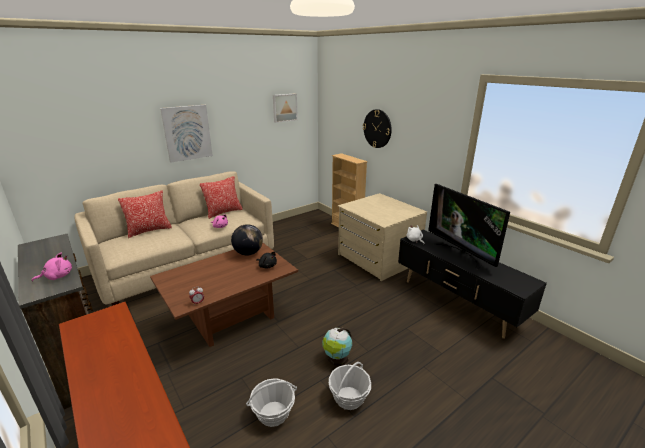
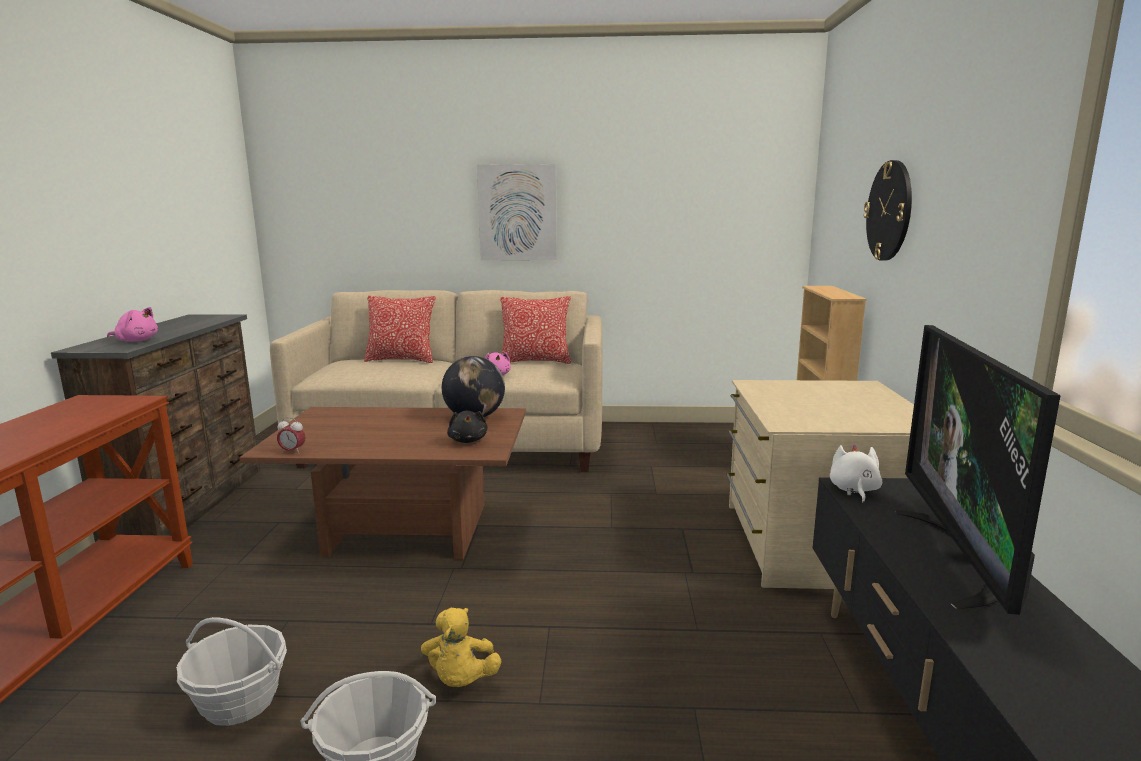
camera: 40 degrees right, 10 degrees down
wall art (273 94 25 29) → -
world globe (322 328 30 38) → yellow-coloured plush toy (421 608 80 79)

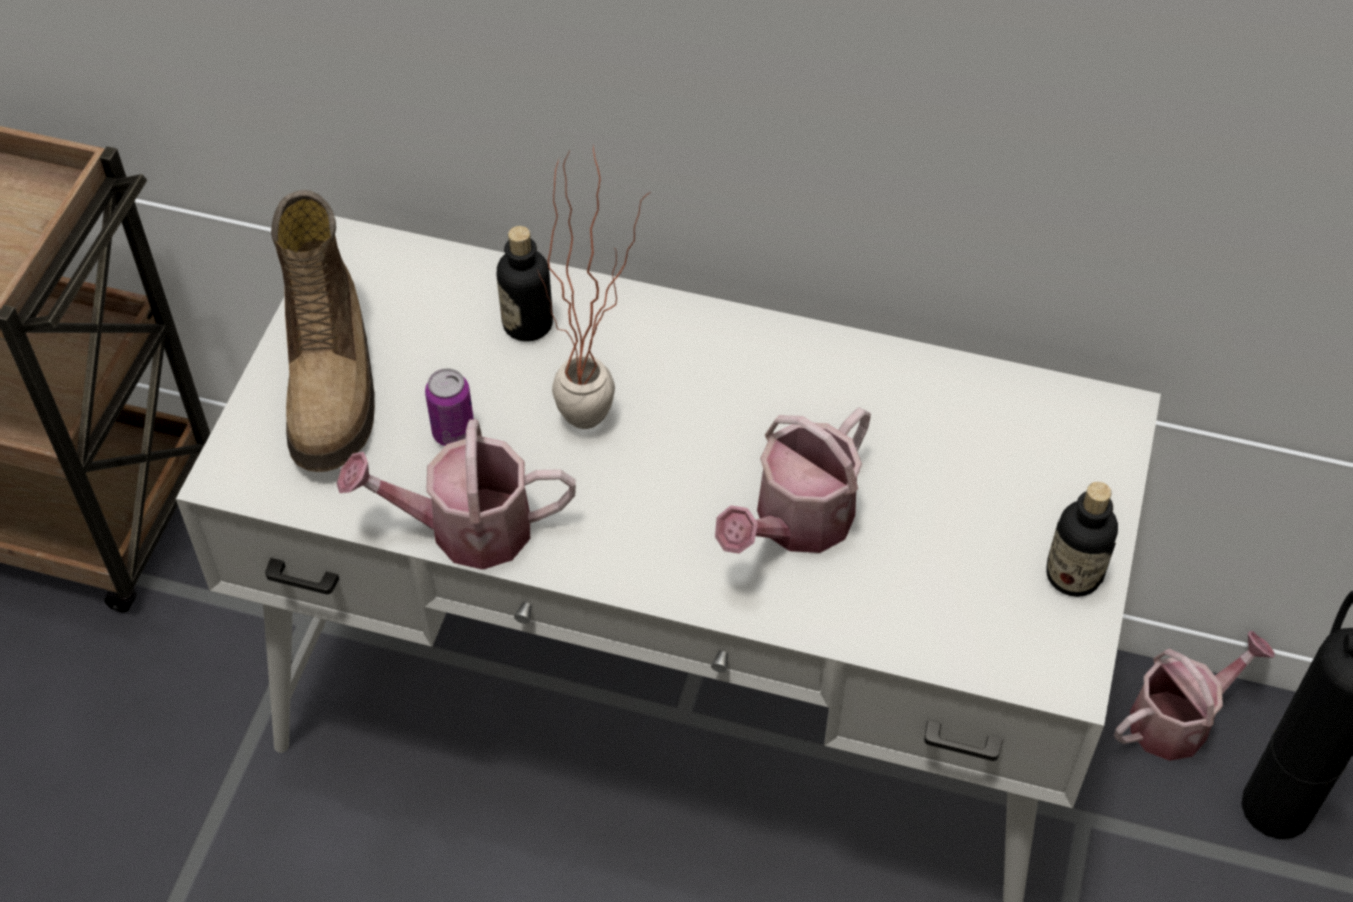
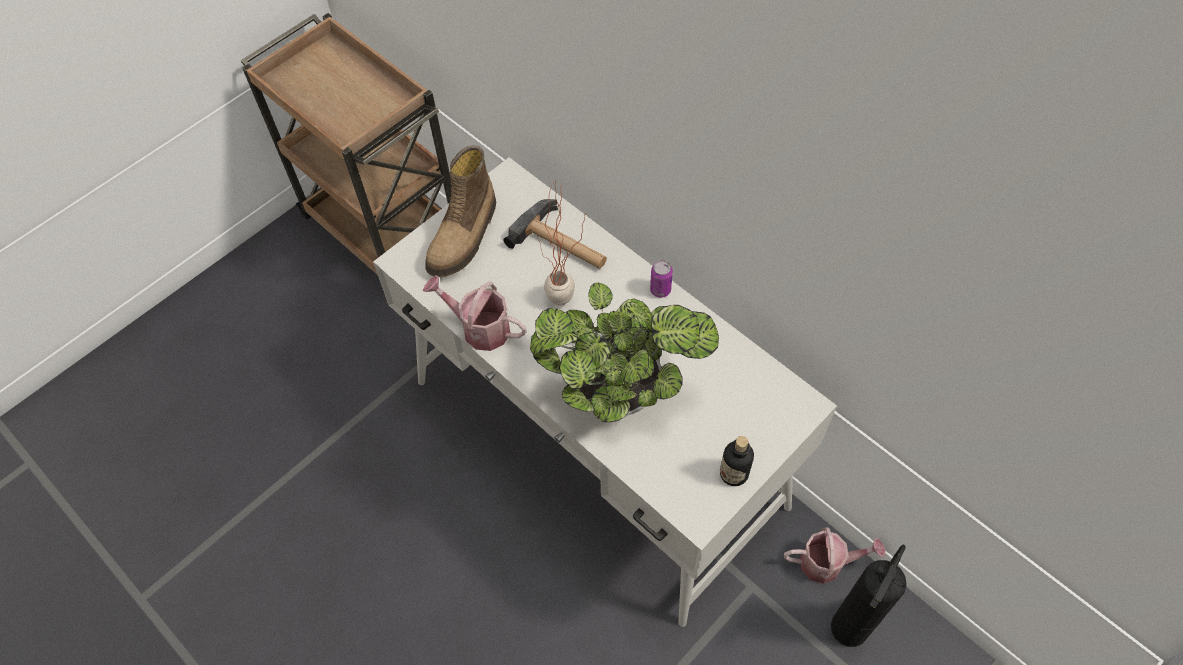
camera: 30 degrees right, 5 degrees up
metal can (425 369 49 77) → metal can (650 260 23 38), relocated
bottle (497 226 56 116) → hand hammer (503 199 104 70)
sprinkling can (715 408 156 146) → potted plant (530 283 189 139)

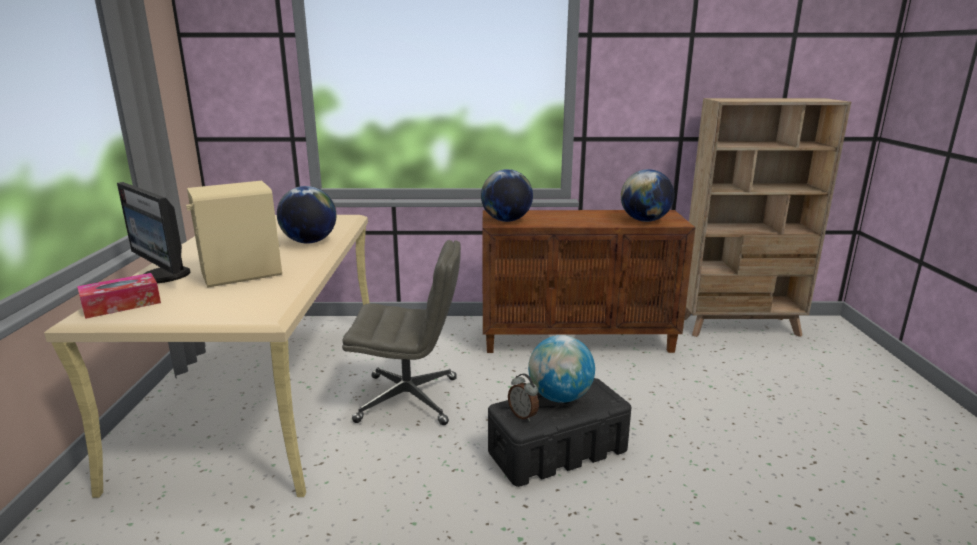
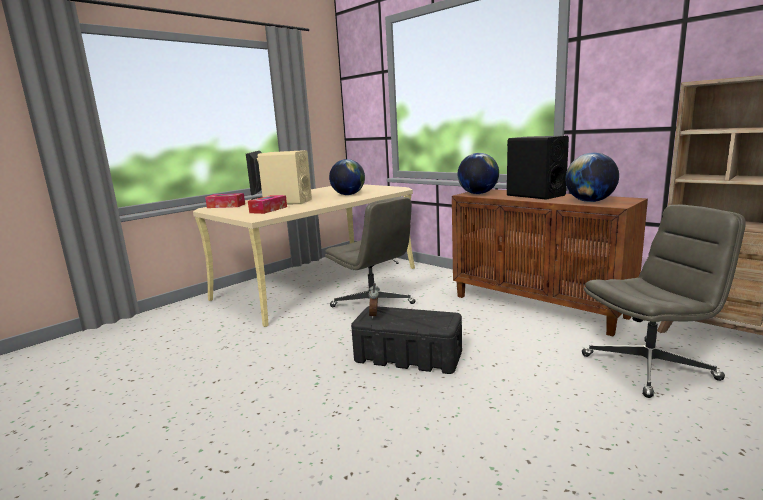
camera: 45 degrees right, 5 degrees down
world globe (528 335 67 68) → -
- → tissue box (248 195 39 19)
- → black-coloured loudspeaker (507 136 62 64)
- → gray office chair (582 204 164 194)

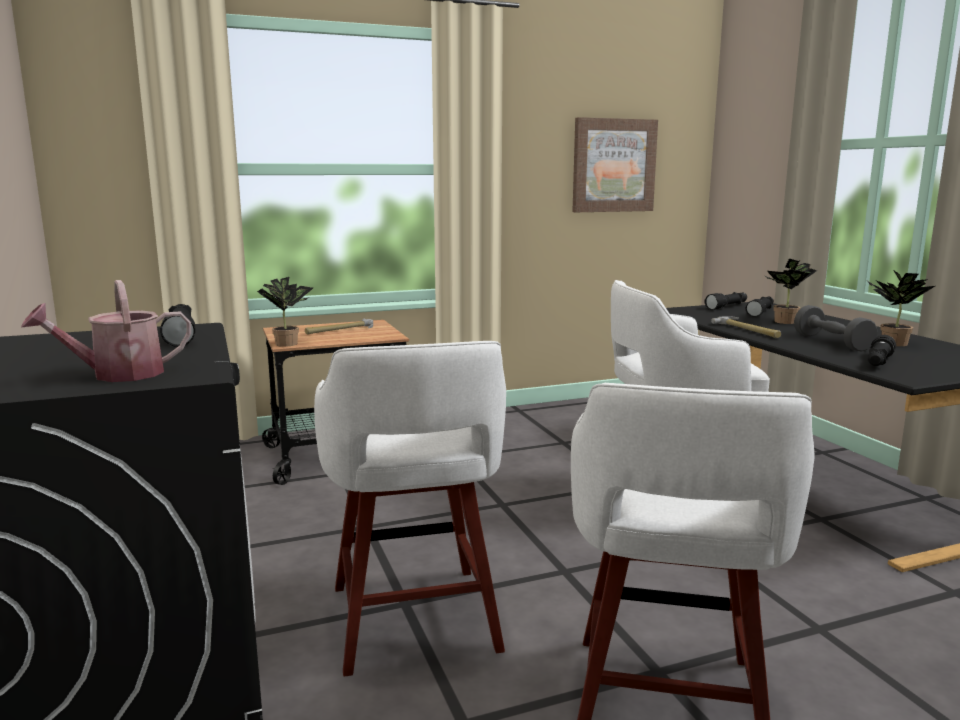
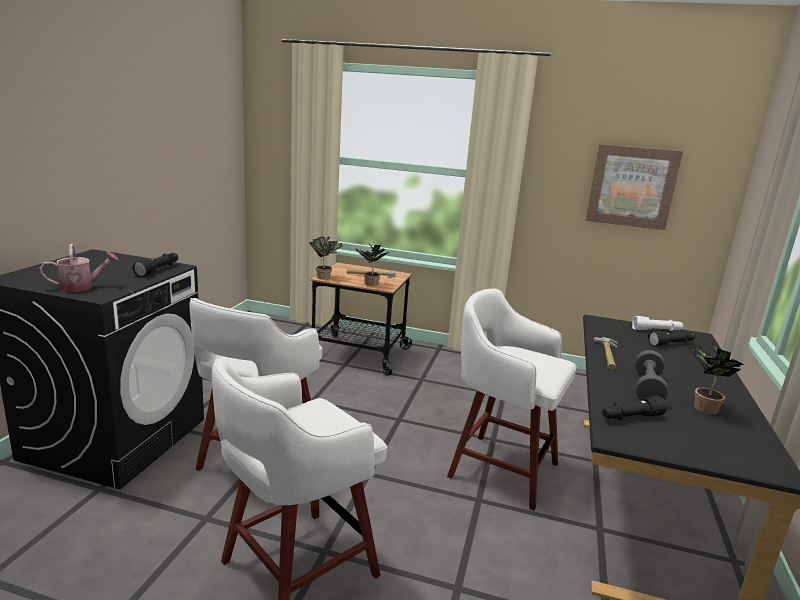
camera: 35 degrees right, 5 degrees up
potted plant (765 258 52 66) → potted plant (355 244 34 42), relocated
black-coloured flashlight (704 292 43 18) → white flashlight (632 316 51 15)
sprinkling can (21 280 170 102) → sprinkling can (39 244 79 48), 150 degrees clockwise

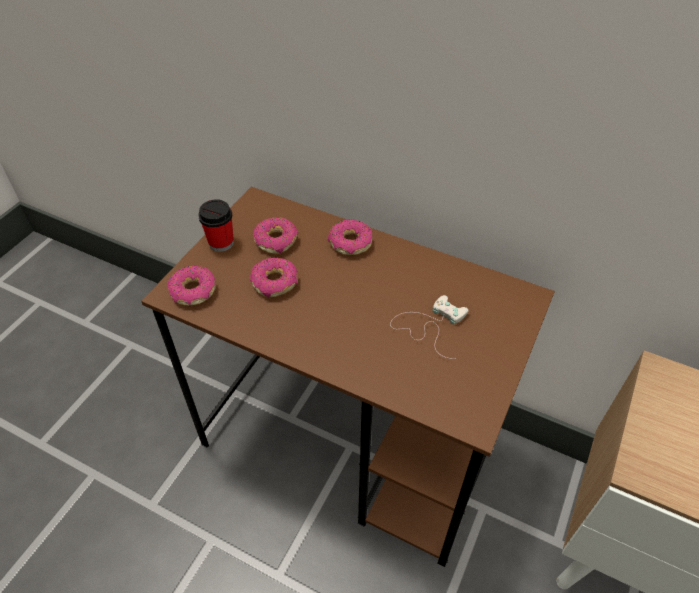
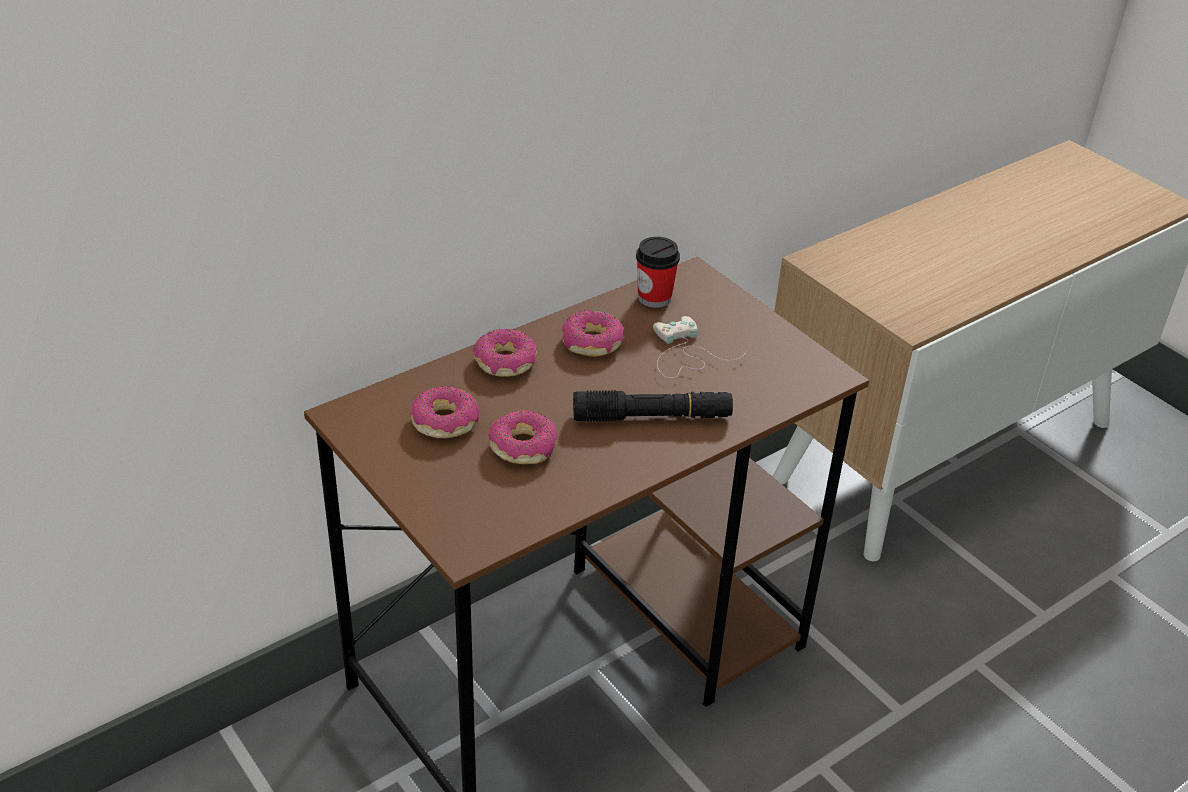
camera: 65 degrees left, 10 degrees down
- → black-coloured flashlight (573 390 160 32)
doughnut (167 266 49 40) → doughnut (562 310 62 47), relocated
small cup (198 199 36 53) → small cup (636 237 44 71), relocated

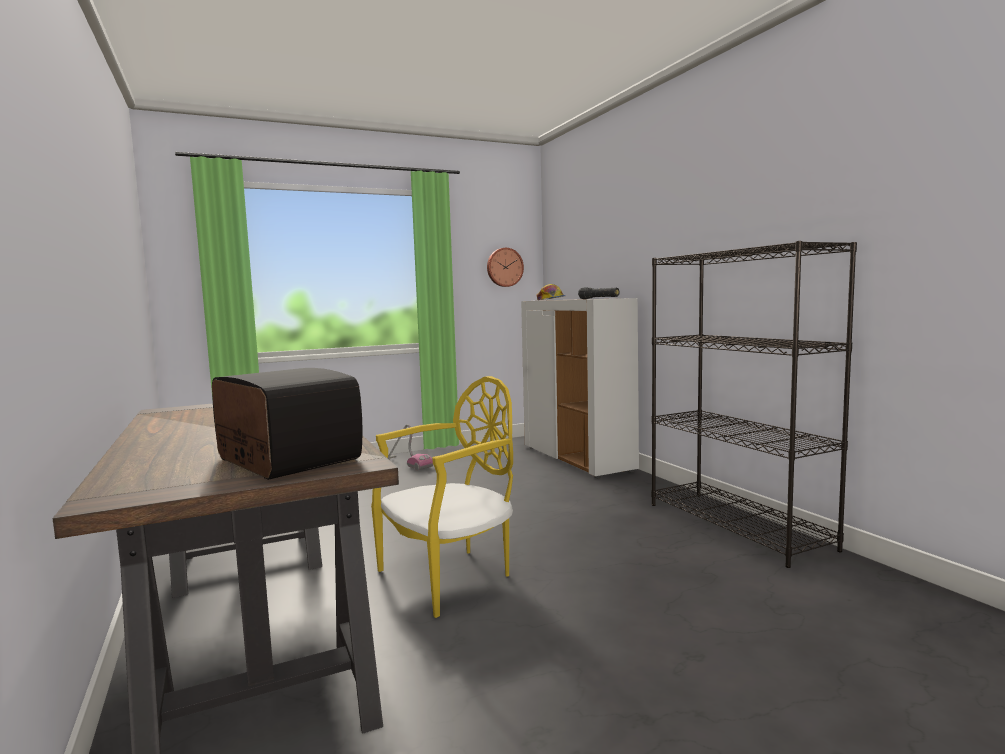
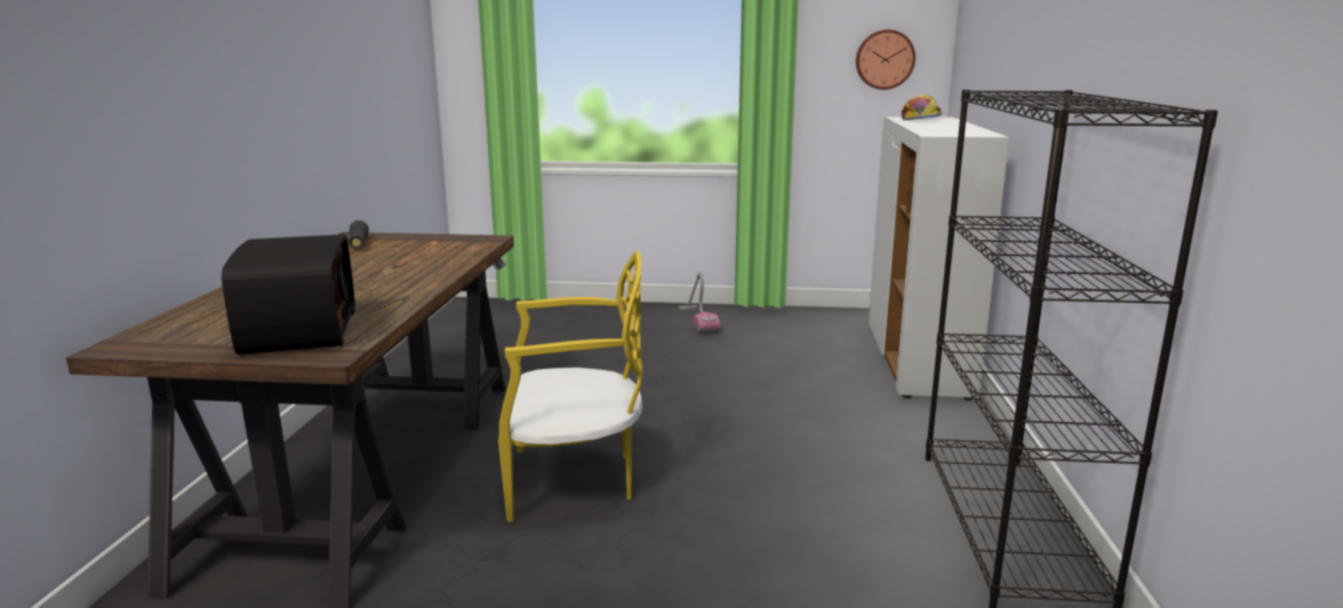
camera: 30 degrees right, 10 degrees up
black-coloured flashlight (578 287 42 12) → black-coloured flashlight (349 220 20 30), relocated

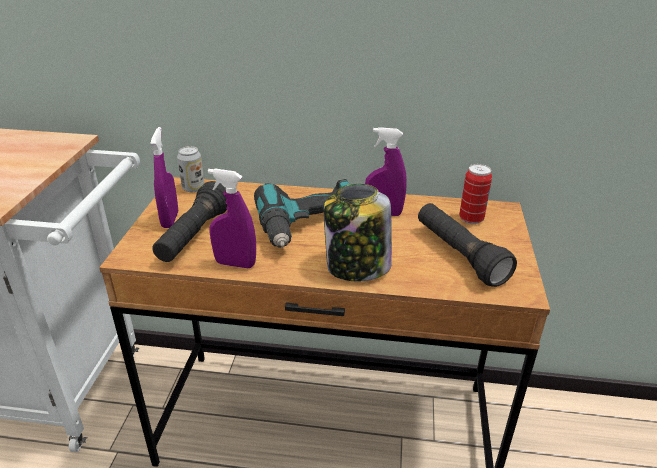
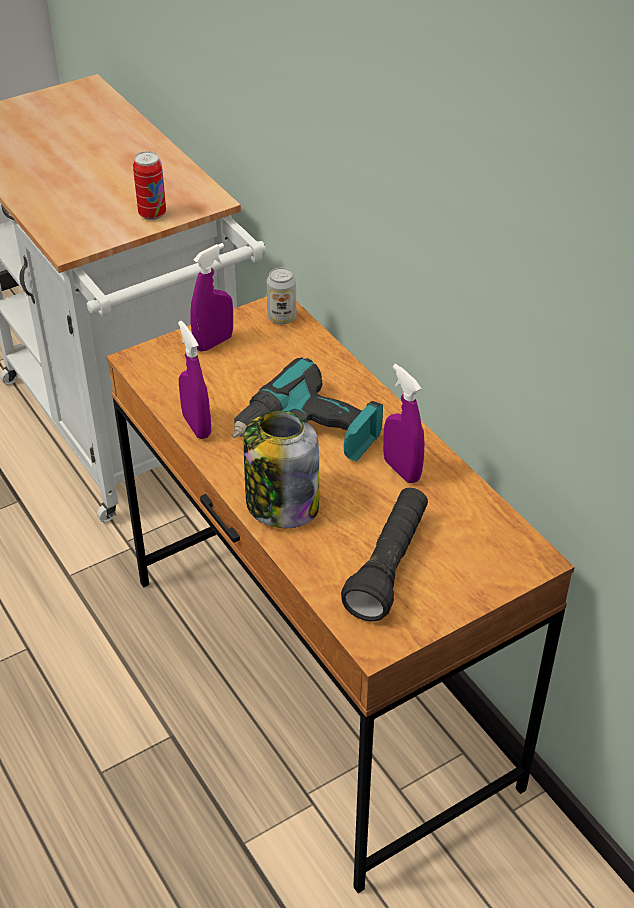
camera: 50 degrees right, 10 degrees up
black-coloured flashlight (152 181 75 81) → -
metal can (459 164 33 60) → metal can (133 151 33 69), relocated

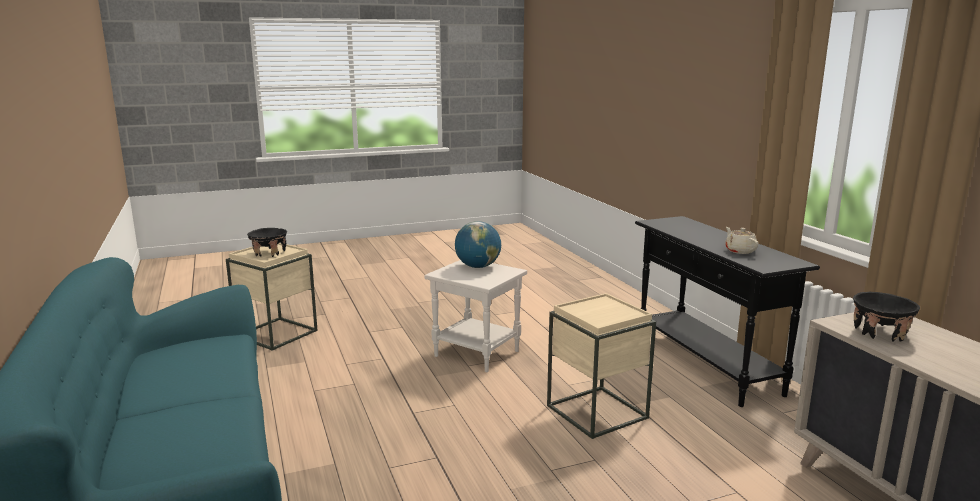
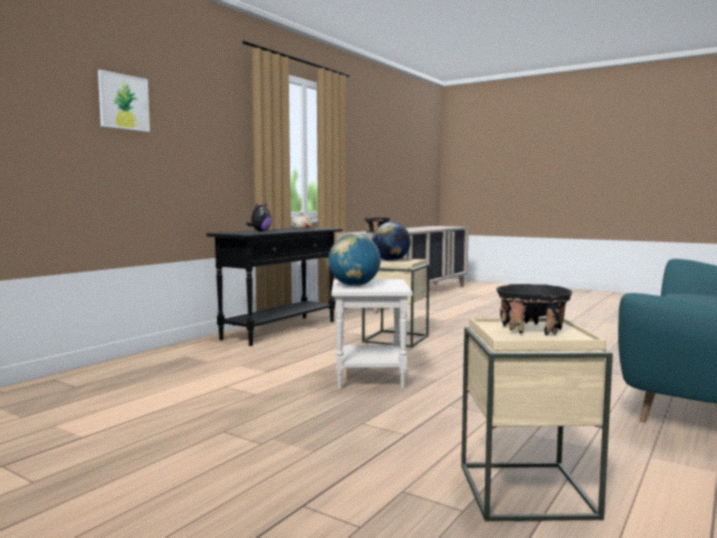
camera: 125 degrees left, 10 degrees down
- → wall art (98 70 52 62)
- → plush toy (246 203 26 29)
- → world globe (372 222 39 39)

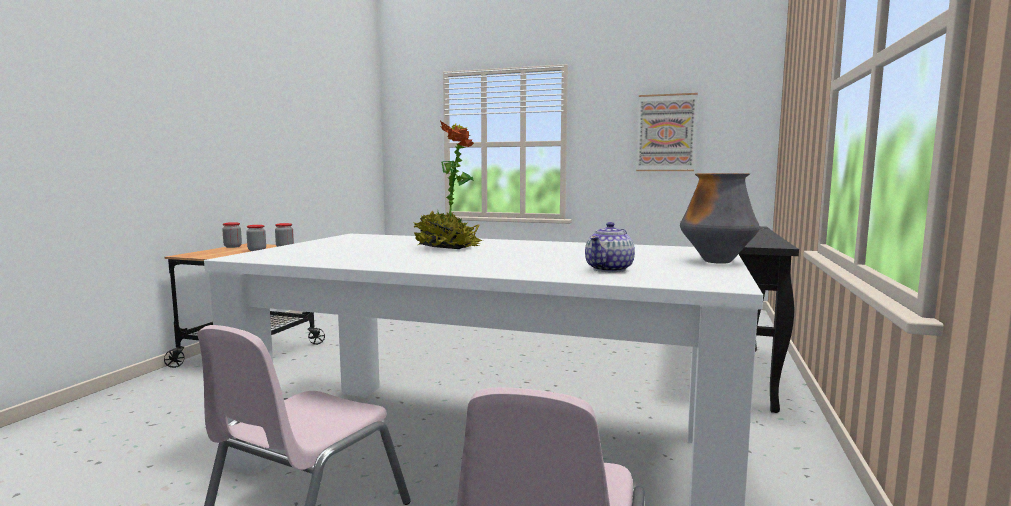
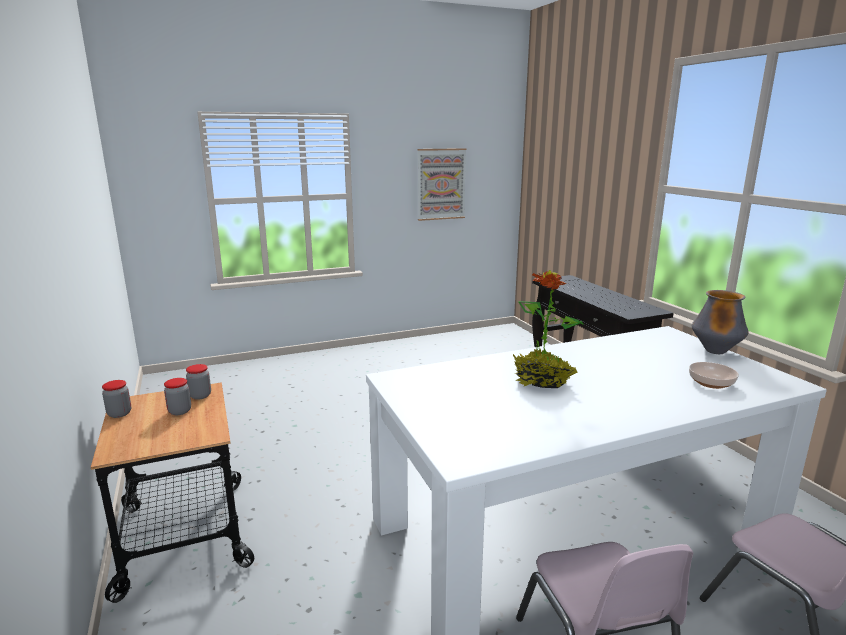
camera: 40 degrees left, 10 degrees up
tea pot (585 222 50 50) → deep dish (689 362 50 27)

